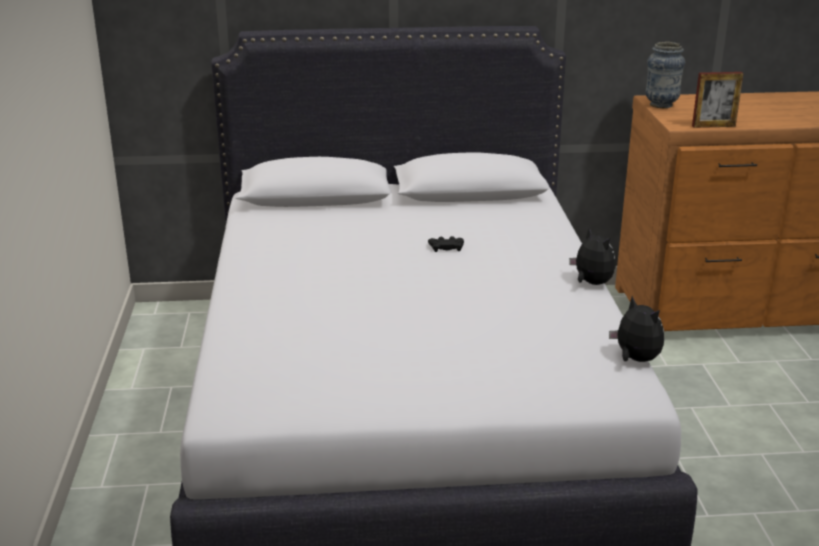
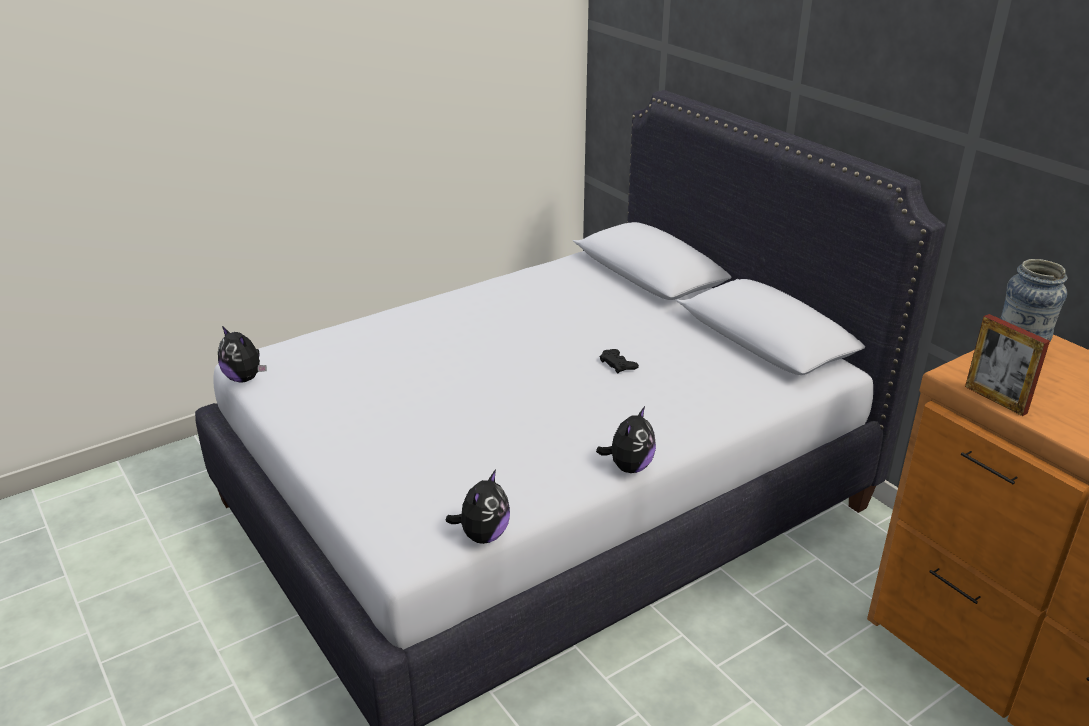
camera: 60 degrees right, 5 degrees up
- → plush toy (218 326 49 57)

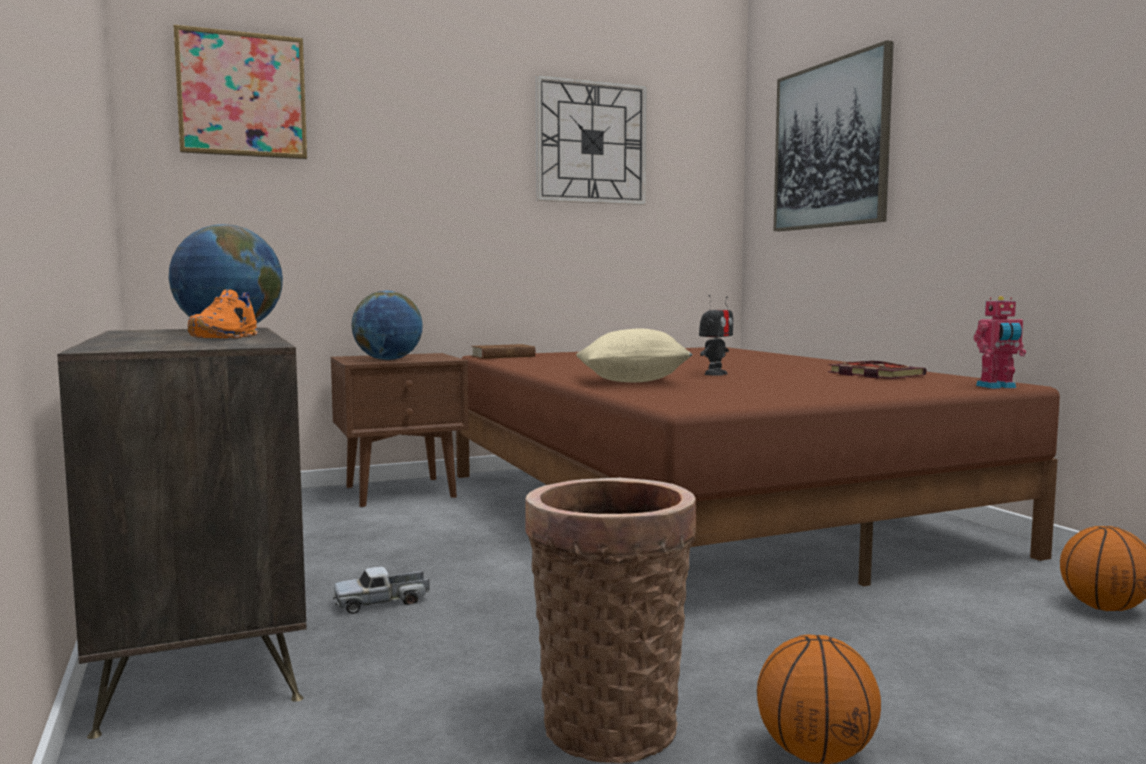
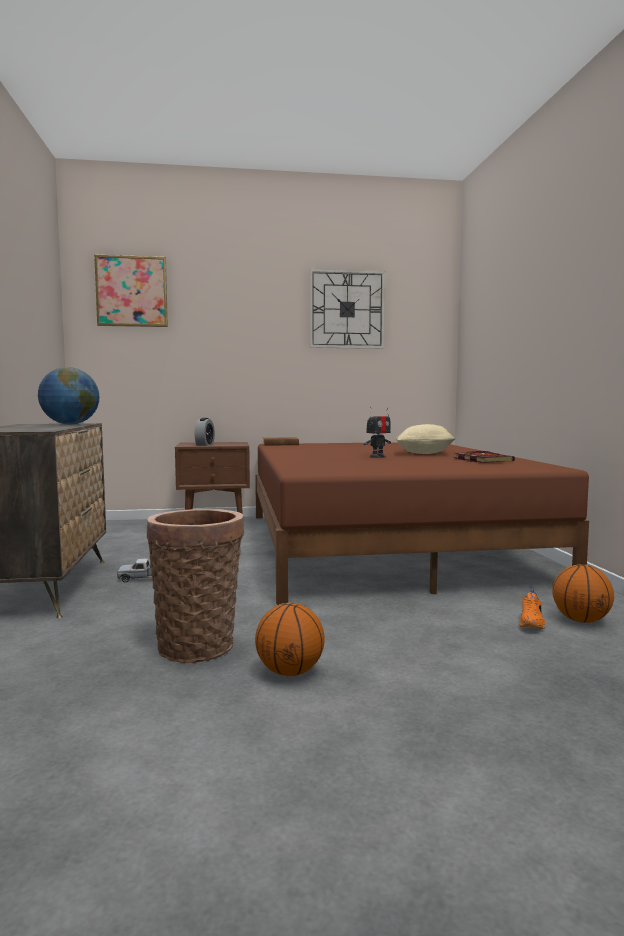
camera: 15 degrees right, 0 degrees up
wall art (773 40 121 191) → -
toy robot (974 296 52 93) → -
orangey shoe (188 289 70 50) → orangey shoe (519 589 26 40), relocated
beige-coloured cushion (576 328 117 54) → beige-coloured cushion (396 424 59 30), relocated
world globe (351 290 72 70) → alarm clock (194 418 21 28)

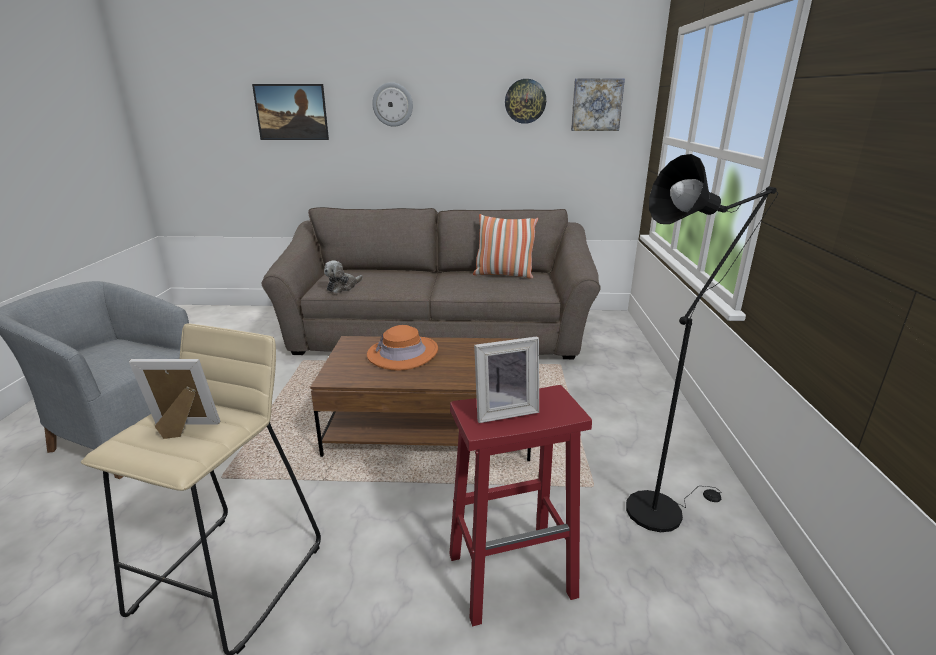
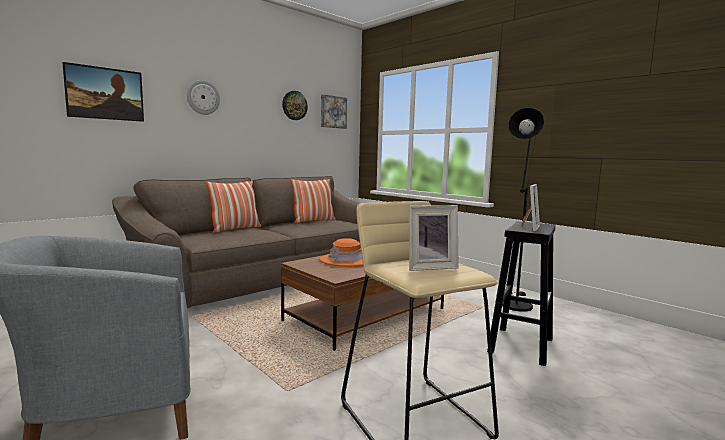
camera: 45 degrees left, 15 degrees down
plush toy (324 260 39 33) → -
- → cushion (205 181 56 52)
reddish stool (449 385 143 242) → black-coloured stool (487 221 69 145)
picture frame (129 359 91 80) → picture frame (408 205 50 66), 150 degrees counterclockwise

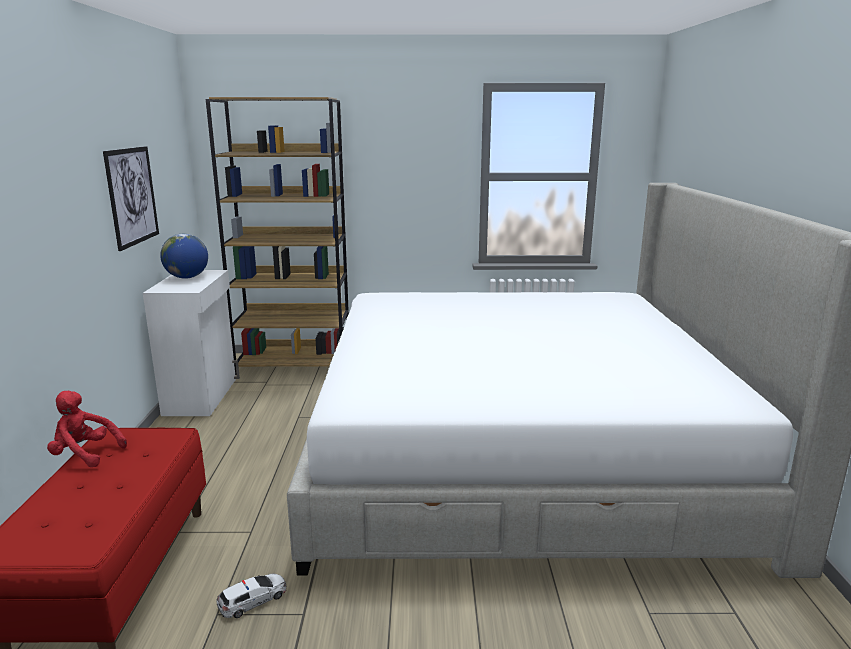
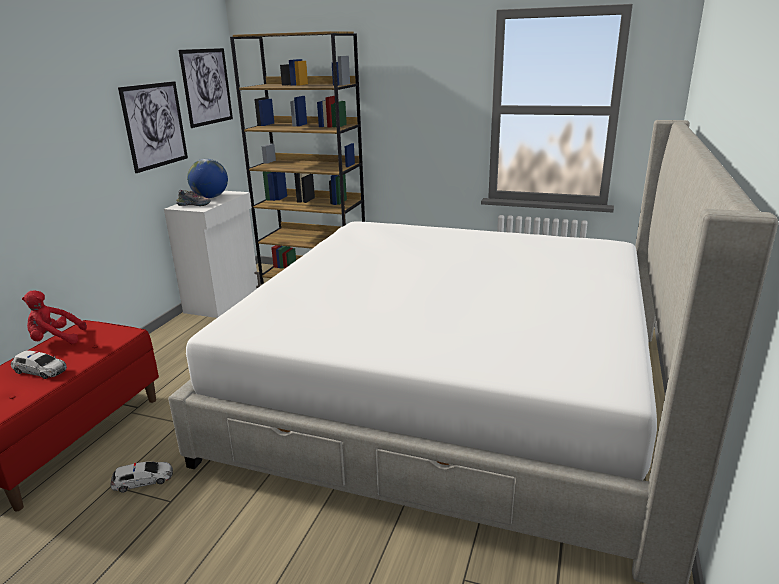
camera: 20 degrees right, 5 degrees up
- → toy car (11 350 56 29)
- → shoe (176 190 35 16)
- → wall art (178 48 55 80)
reddish plush toy (47 391 80 76) → reddish plush toy (22 290 65 54), 45 degrees counterclockwise

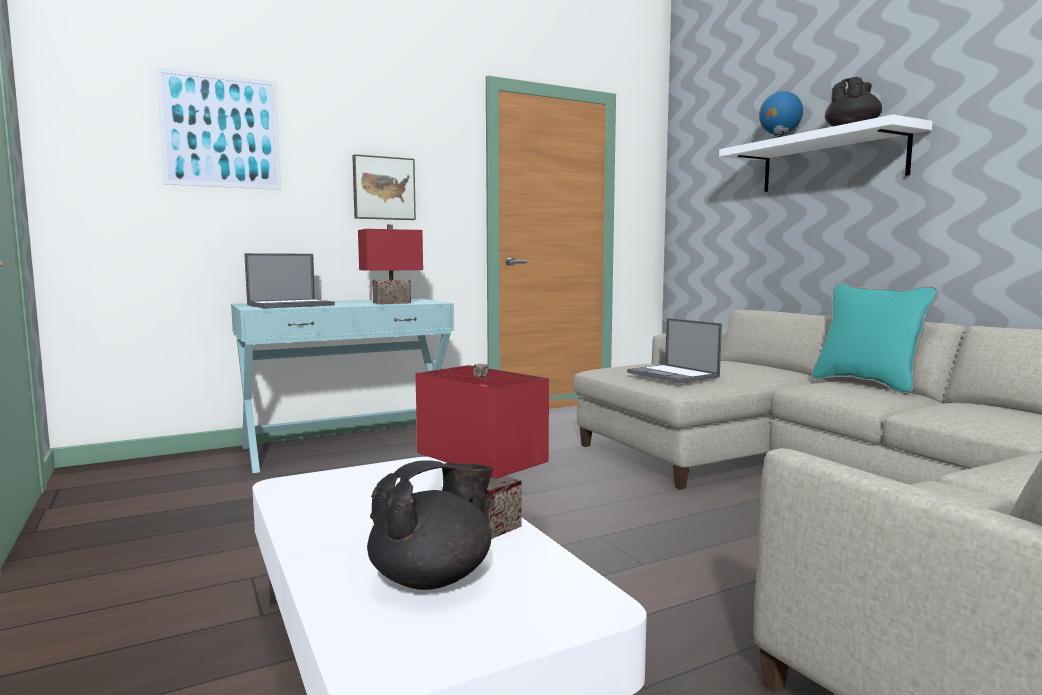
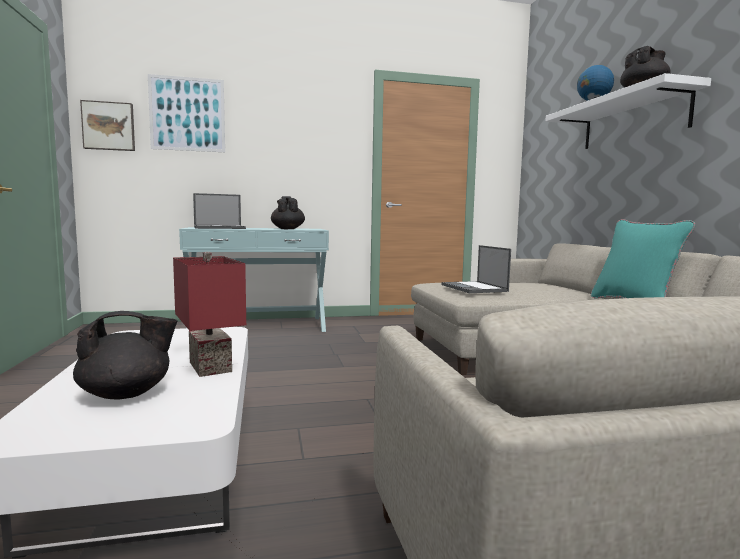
camera: 15 degrees right, 0 degrees up
wall art (352 154 64 66) → wall art (80 100 55 51), relocated
reddish tabletop lamp (358 224 65 80) → black-coloured tea pot (271 196 34 33)

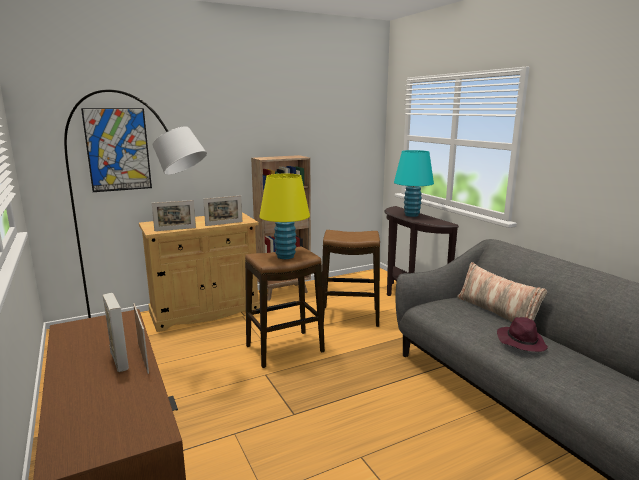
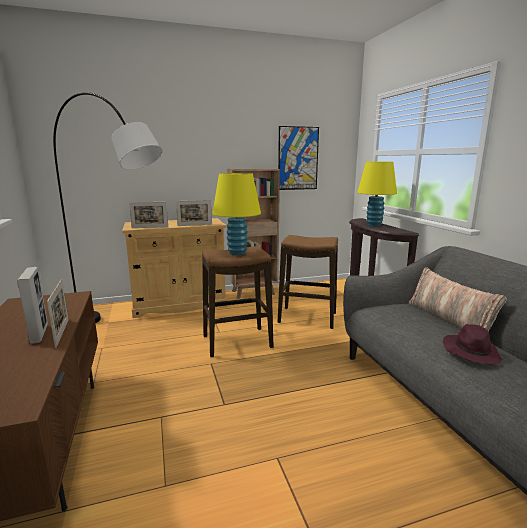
camera: 10 degrees right, 0 degrees up
wall art (81 108 71 84) → wall art (278 126 41 64), relocated
turquoise-coloured tabletop lamp (394 150 40 67) → yellow-coloured tabletop lamp (357 162 40 64)

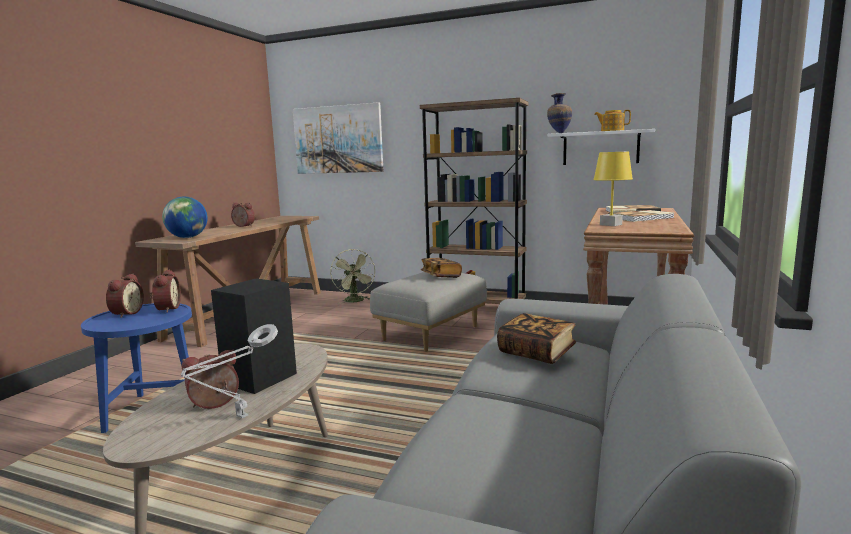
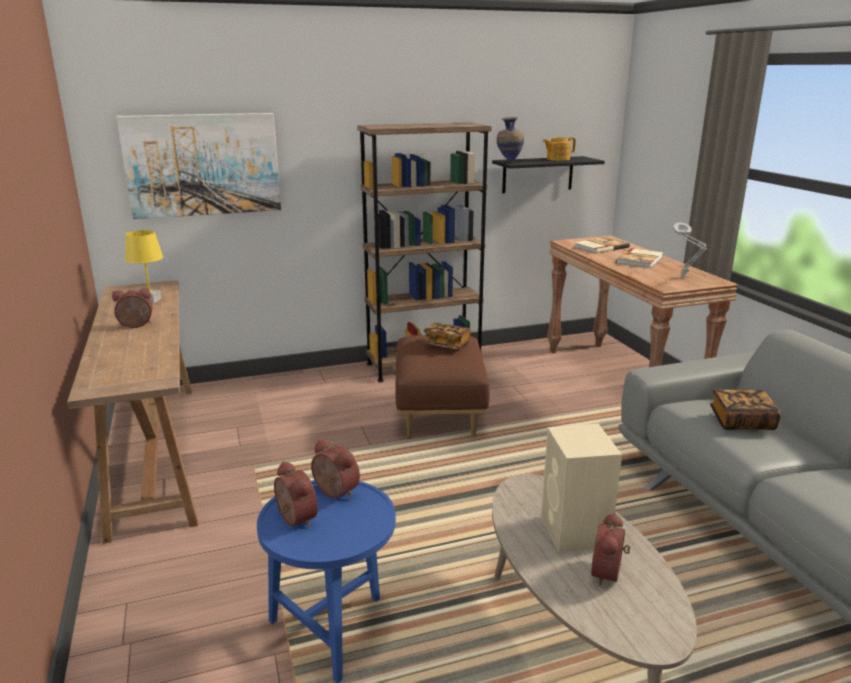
camera: 40 degrees left, 10 degrees up
world globe (162 197 46 41) → -
green fan (330 249 46 55) → -
gray tabletop lamp (181 324 97 94) → gray tabletop lamp (673 222 34 56), relocated
yellow-coloured tabletop lamp (593 151 40 75) → yellow-coloured tabletop lamp (125 230 38 73), relocated
black-coloured loudspeaker (211 278 86 116) → beige-coloured loudspeaker (541 424 81 129)
gray pouffe (370 272 117 79) → brownish pouffe (395 335 95 103)
white shelf (548 129 107 36) → black-coloured shelf (492 156 113 37)

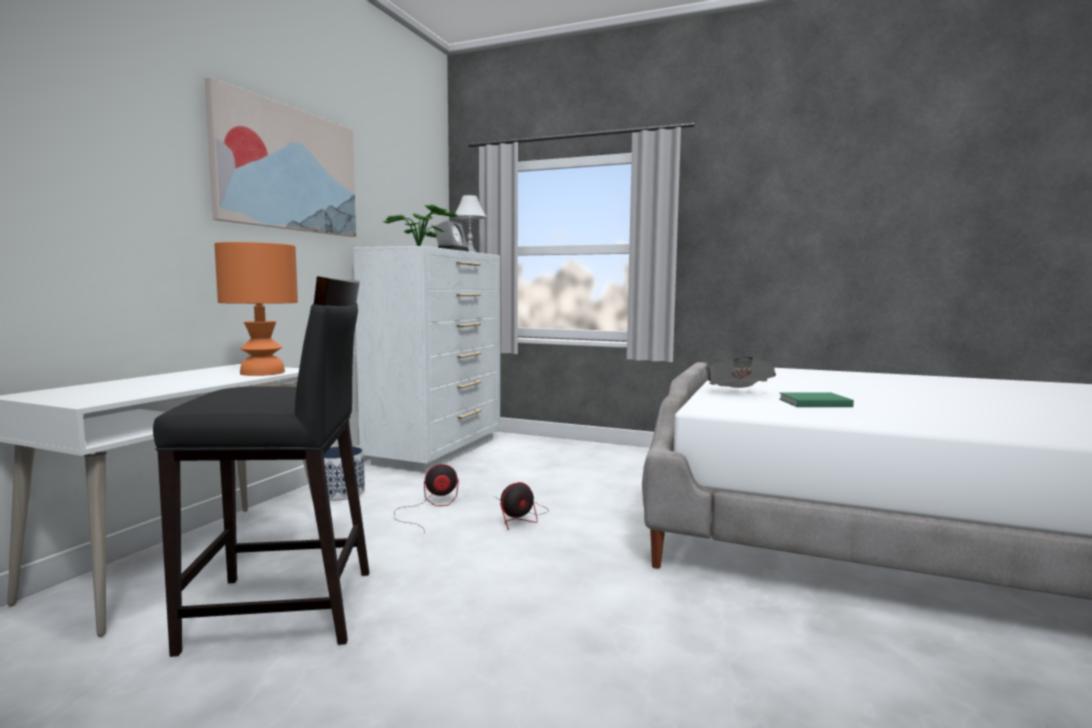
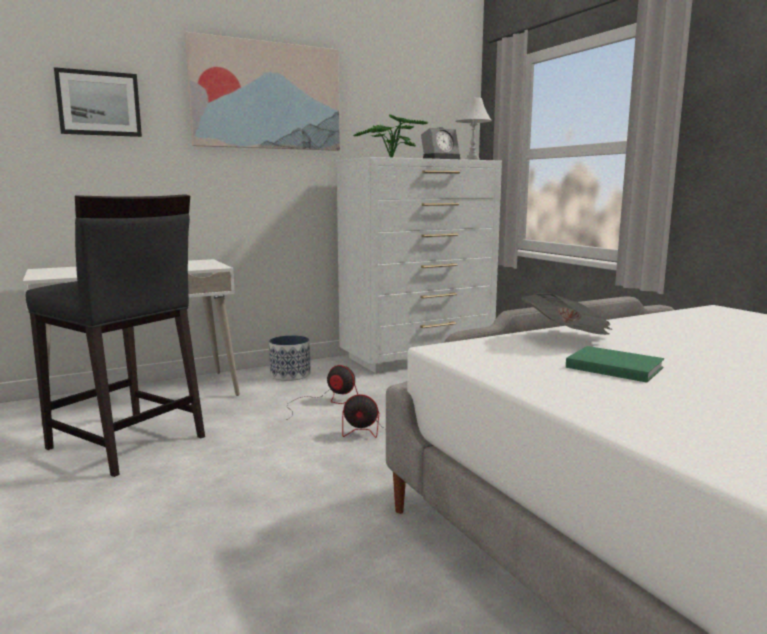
camera: 40 degrees right, 5 degrees up
orangey tabletop lamp (214 242 84 134) → -
- → wall art (54 67 88 70)

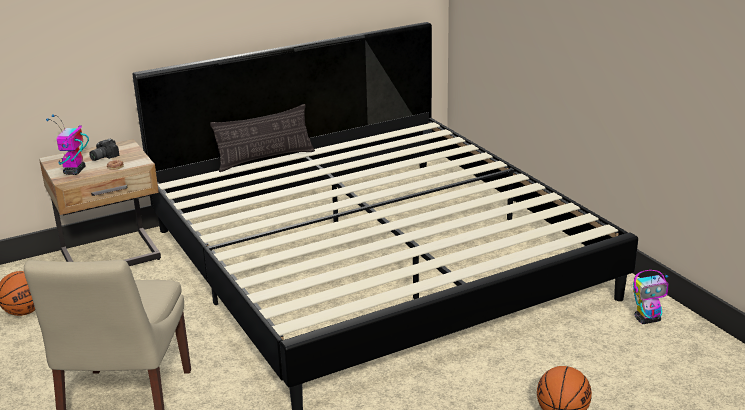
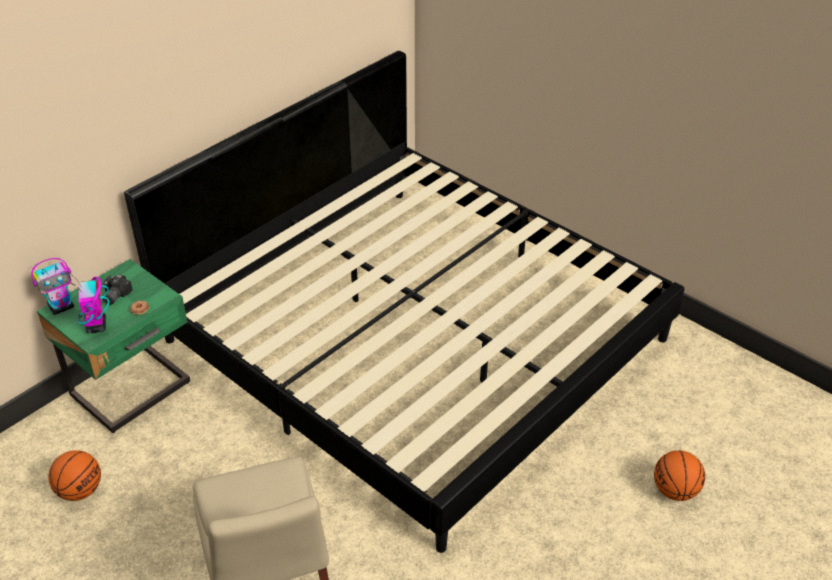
camera: 20 degrees left, 15 degrees up
cushion (210 104 105 68) → -
toy robot (633 270 36 54) → toy robot (31 258 43 57), relocated
beige-coloured nightstand (39 139 122 127) → green nightstand (37 259 153 174)

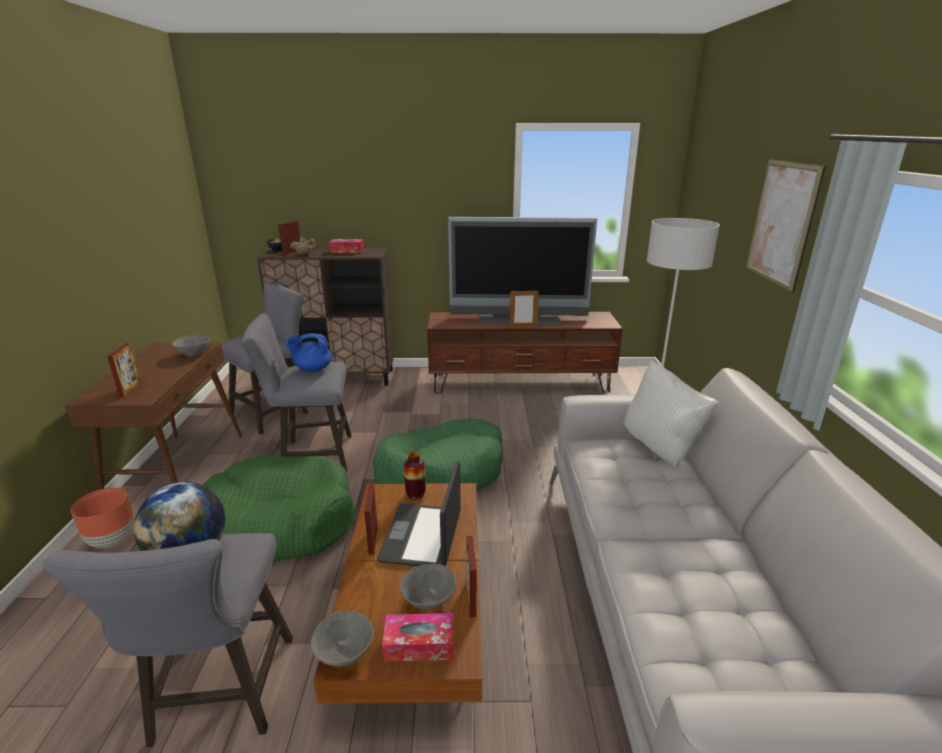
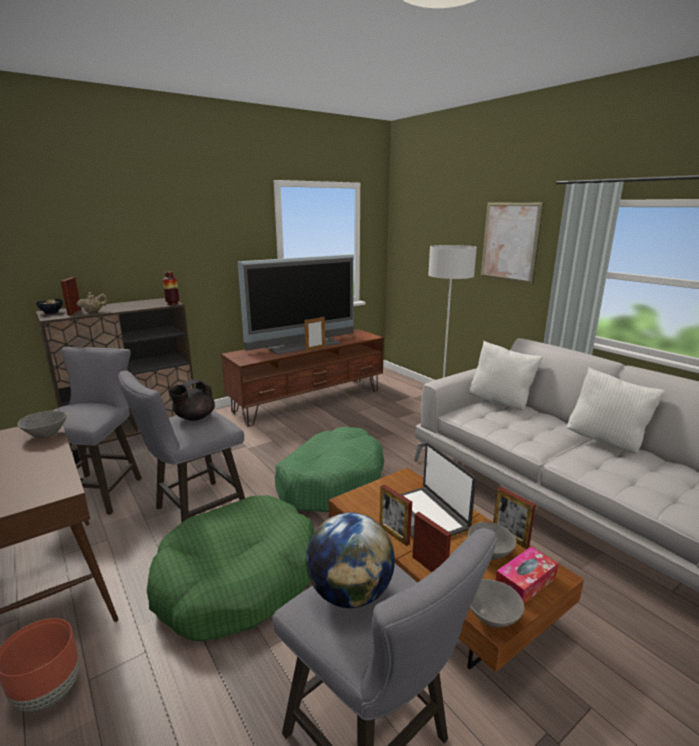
camera: 35 degrees left, 5 degrees down
tissue box (329 239 35 14) → -
- → white cushion (567 367 98 87)
picture frame (107 343 35 54) → picture frame (412 512 39 60), relocated
flower vase (404 451 22 49) → flower vase (163 271 16 34), relocated
blue-coloured tea pot (285 333 47 39) → black-coloured tea pot (168 379 47 42)

